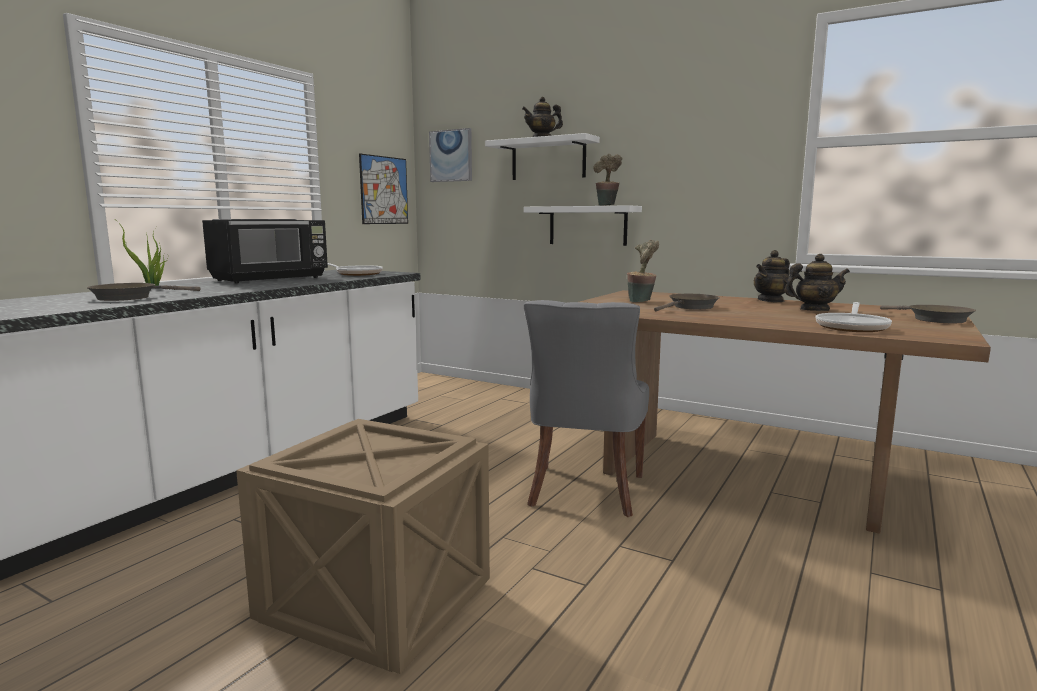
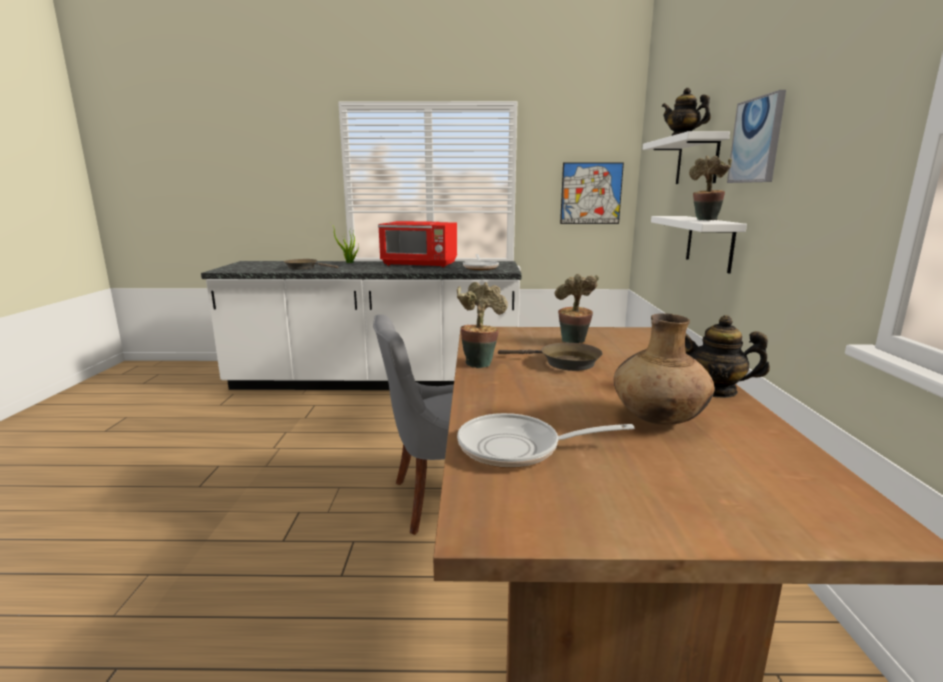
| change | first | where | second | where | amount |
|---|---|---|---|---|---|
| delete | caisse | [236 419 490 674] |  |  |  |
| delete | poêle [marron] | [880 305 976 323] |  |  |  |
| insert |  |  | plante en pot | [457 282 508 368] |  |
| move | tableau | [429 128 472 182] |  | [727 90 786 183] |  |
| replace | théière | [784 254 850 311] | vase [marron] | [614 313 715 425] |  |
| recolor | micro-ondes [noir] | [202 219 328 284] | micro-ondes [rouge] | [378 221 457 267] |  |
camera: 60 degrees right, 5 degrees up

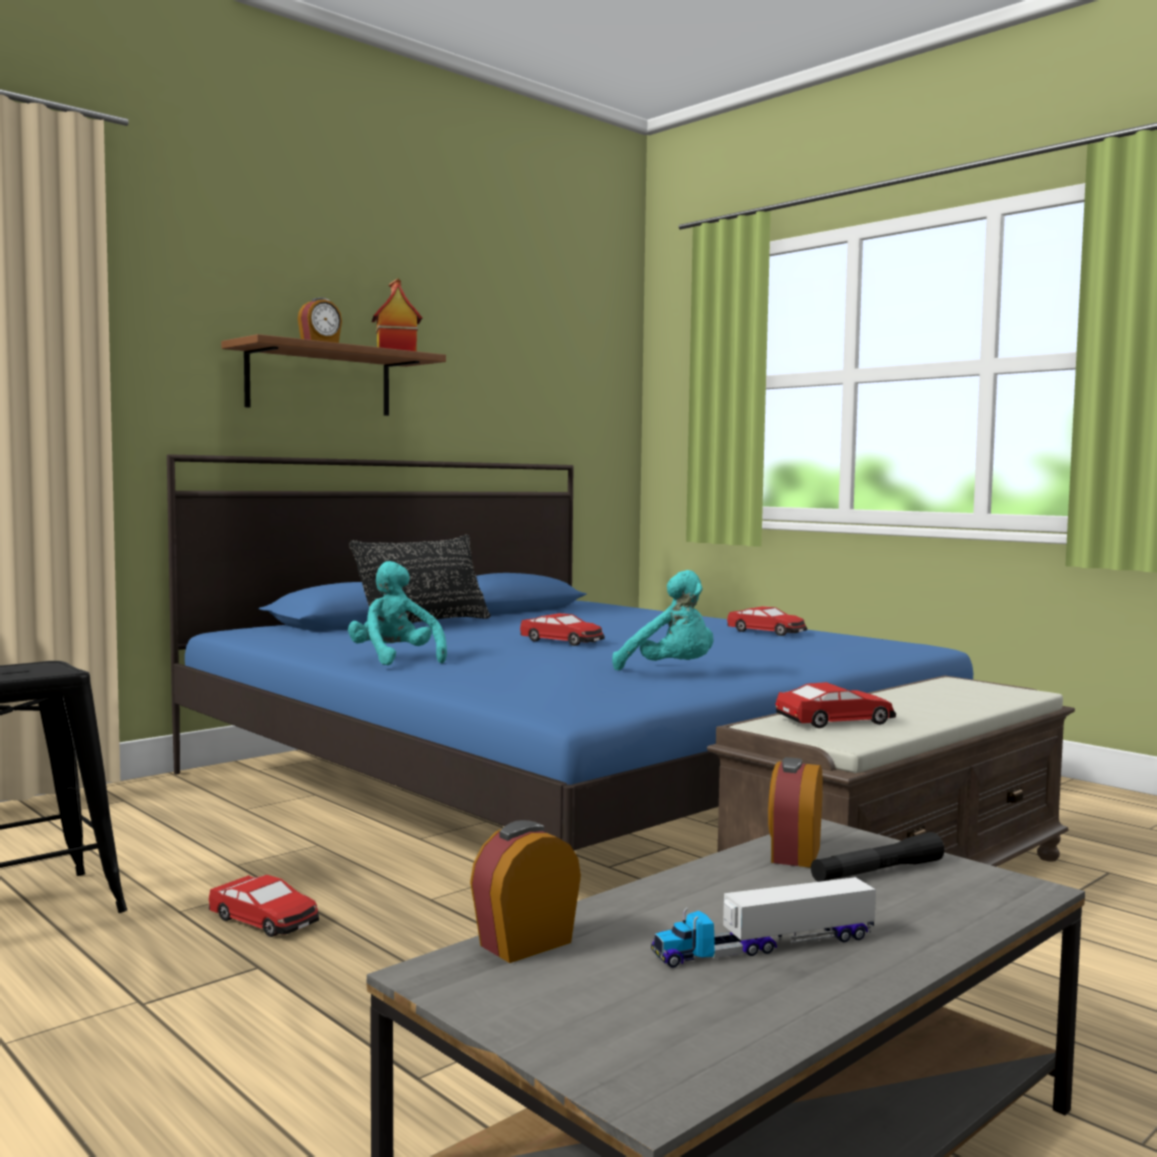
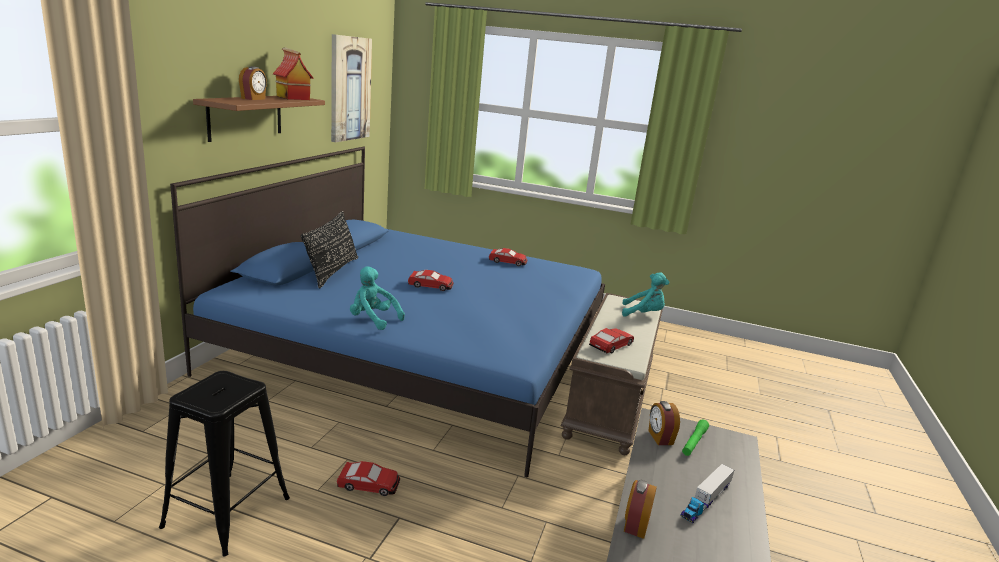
| change | first | where | second | where | amount |
|---|---|---|---|---|---|
| insert |  |  | tableau | [331 34 372 142] |  |
| move | peluche [turquoise] | [612 570 714 670] |  | [622 272 669 317] |  |
| recolor | lampe de poche [noir] | [811 832 944 882] | lampe de poche [vert] | [682 419 709 456] |  |
camera: 30 degrees left, 15 degrees up

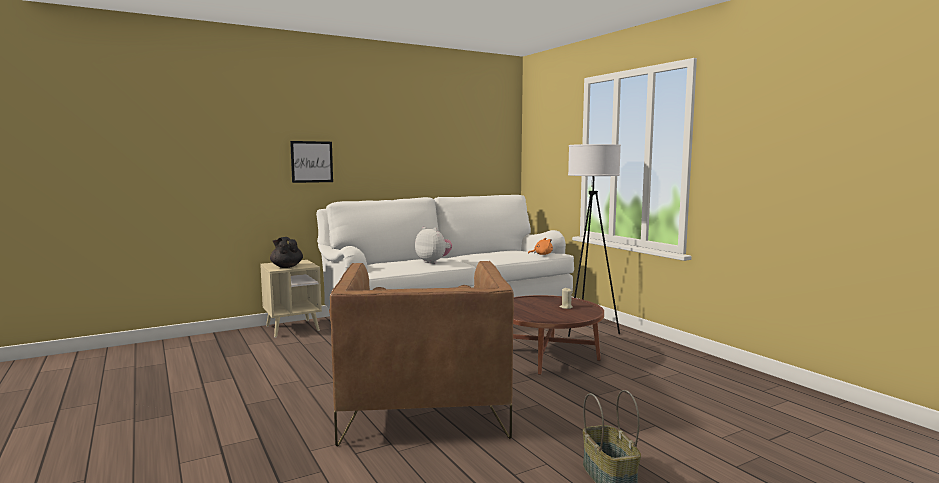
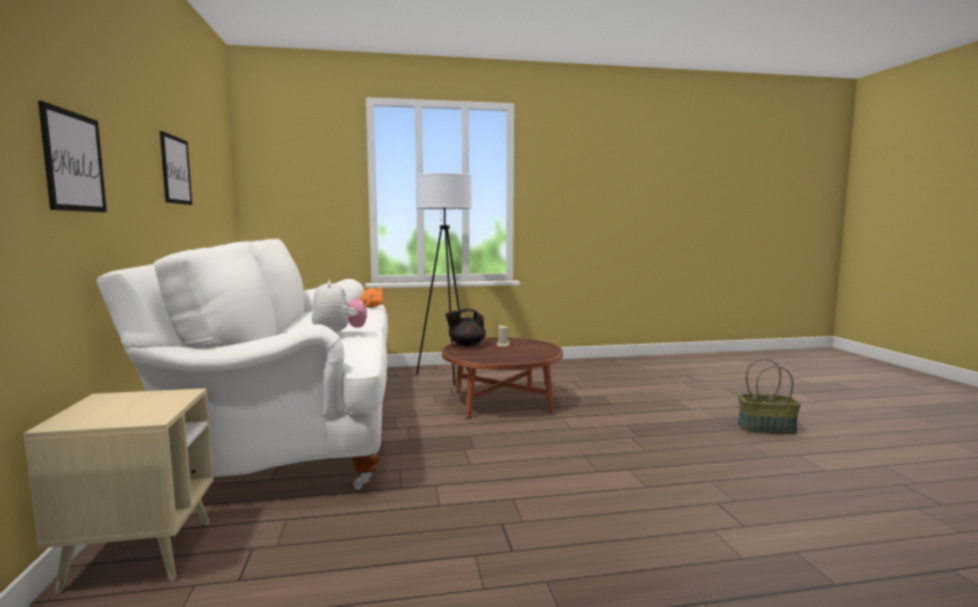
| change | first | where | second | where | amount |
|---|---|---|---|---|---|
| delete | fauteuil [marron] | [330 261 514 447] |  |  |  |
| insert |  |  | tableau | [160 131 192 205] |  |
| move | théière [noir] | [270 237 303 268] |  | [445 309 486 346] |  |
| rotate | peluche | [415 227 452 264] |  | [312 280 367 333] | 105 degrees clockwise |
camera: 70 degrees left, 0 degrees up

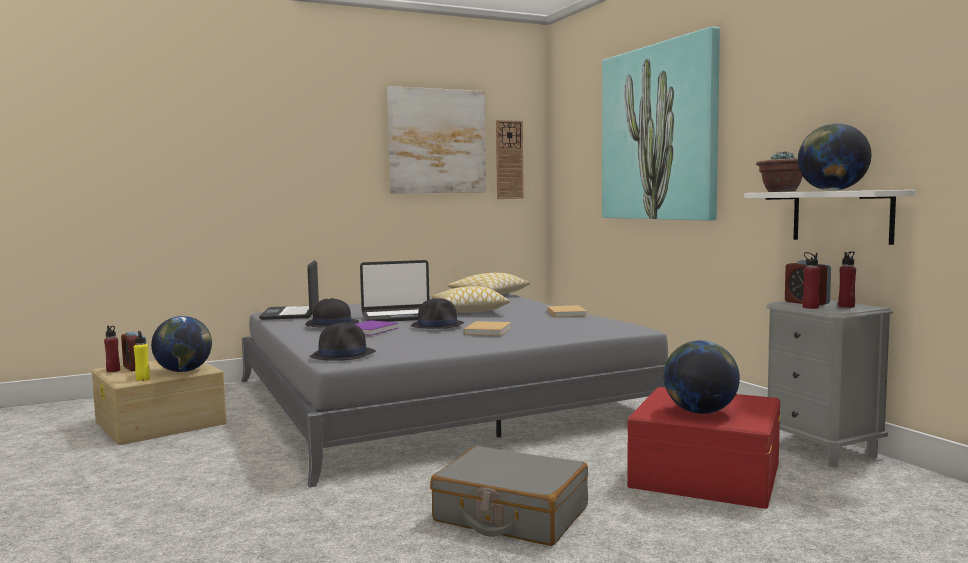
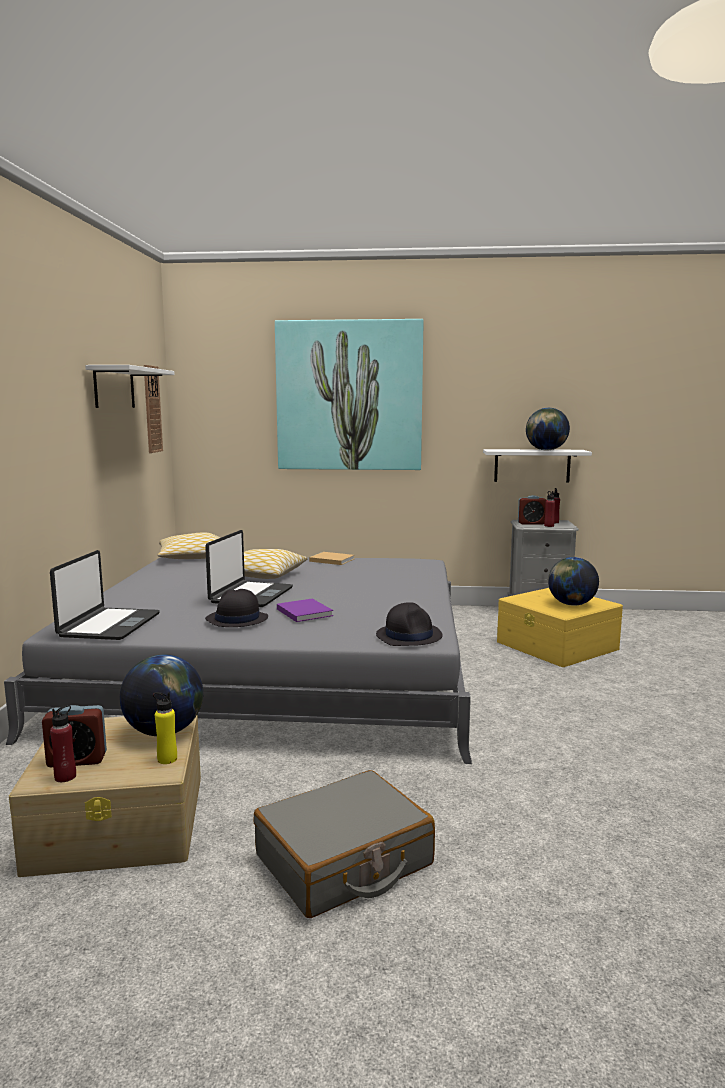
| change | first | where | second | where | amount |
|---|---|---|---|---|---|
| delete | chapeau [noir] | [410 298 465 329] |  |  |  |
| delete | livre [beige] | [464 321 511 336] |  |  |  |
| delete | plante en pot | [756 151 802 192] |  |  |  |
| move | valise [gris] | [430 446 588 546] |  | [254 770 435 918] |  |
| replace | tableau | [387 86 486 194] | étagère [blanc] | [85 365 175 408] |  |
| recolor | boîte de rangement [rouge] | [627 387 781 509] | boîte de rangement [jaune] | [497 588 623 667] |  |
| rotate | ordinateur portable | [259 260 319 320] |  | [50 550 160 640] | 105 degrees counterclockwise |
camera: 60 degrees left, 5 degrees up

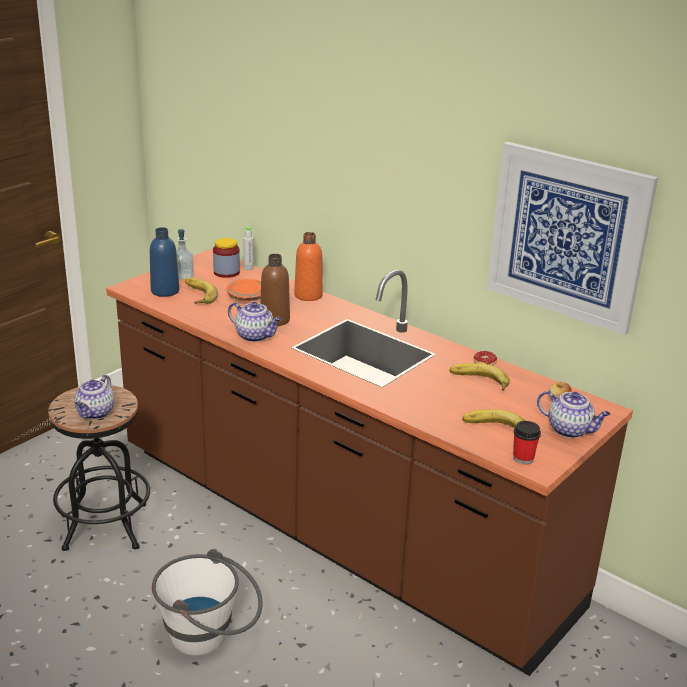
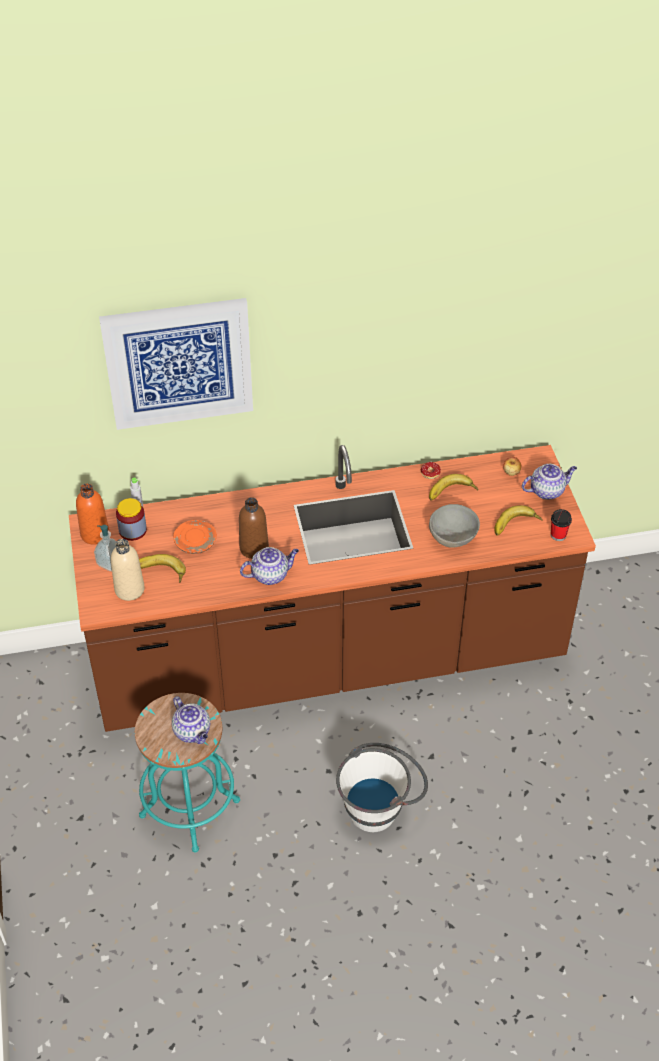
| change | first | where | second | where | amount |
|---|---|---|---|---|---|
| insert |  |  | bol [gris] | [429 504 480 548] |  |
| move | bouteille [orange] | [294 232 323 301] |  | [76 483 109 545] |  |
| move | tableau | [487 142 658 335] |  | [99 298 253 430] |  |
| recolor | tabouret [noir] | [48 385 150 551] | tabouret [turquoise] | [135 693 240 852] |  |
| recolor | bouteille [bleu] | [150 227 179 297] | bouteille [beige] | [111 539 145 601] |  |
camera: 50 degrees left, 20 degrees up

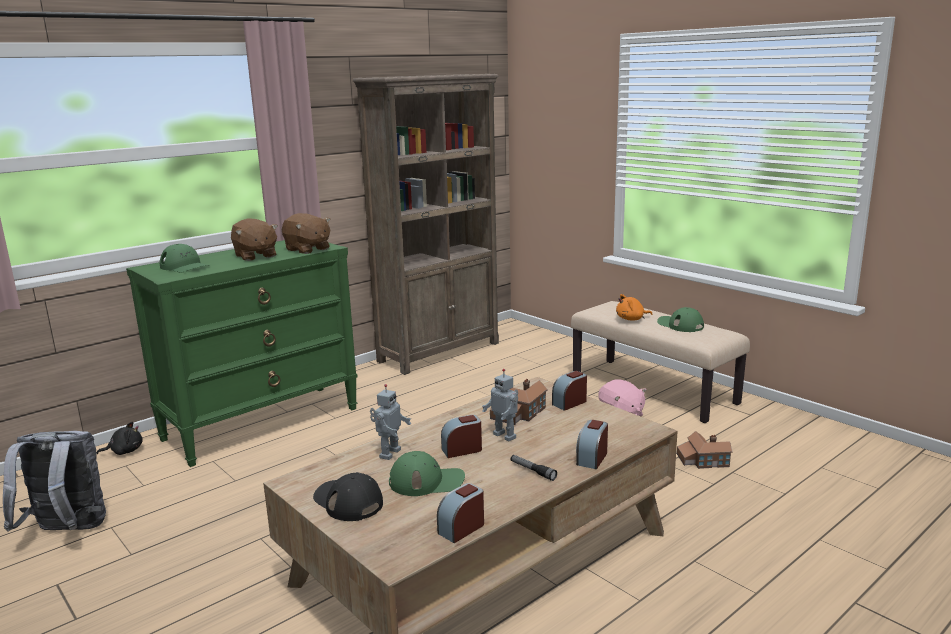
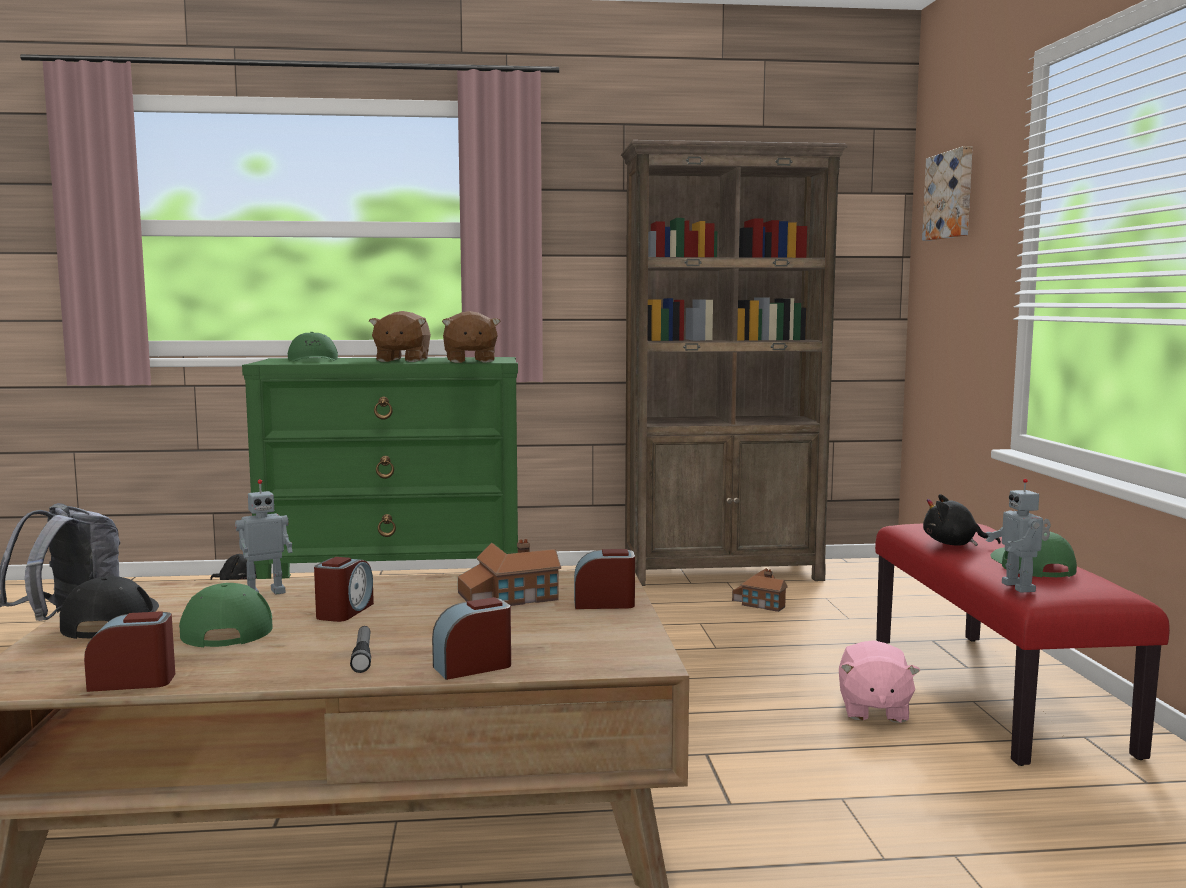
| change | first | where | second | where | amount |
|---|---|---|---|---|---|
| insert |  |  | tableau | [922 146 972 241] |  |
| move | robot jouet | [482 369 518 442] |  | [986 479 1051 593] |  |
| move | maison miniature | [677 431 732 469] |  | [732 568 788 612] |  |
| recolor | banc [beige] | [571 301 750 423] | banc [rouge] | [875 524 1170 766] |  |
| recolor | peluche [orange] | [616 294 653 321] | peluche [noir] | [923 494 1001 546] |  |
| rotate | casquette [vert] | [389 451 465 496] |  | [179 583 273 647] | 135 degrees counterclockwise |
| rotate | réveil | [441 415 482 458] |  | [314 557 374 622] | 90 degrees clockwise |
camera: 35 degrees right, 10 degrees down

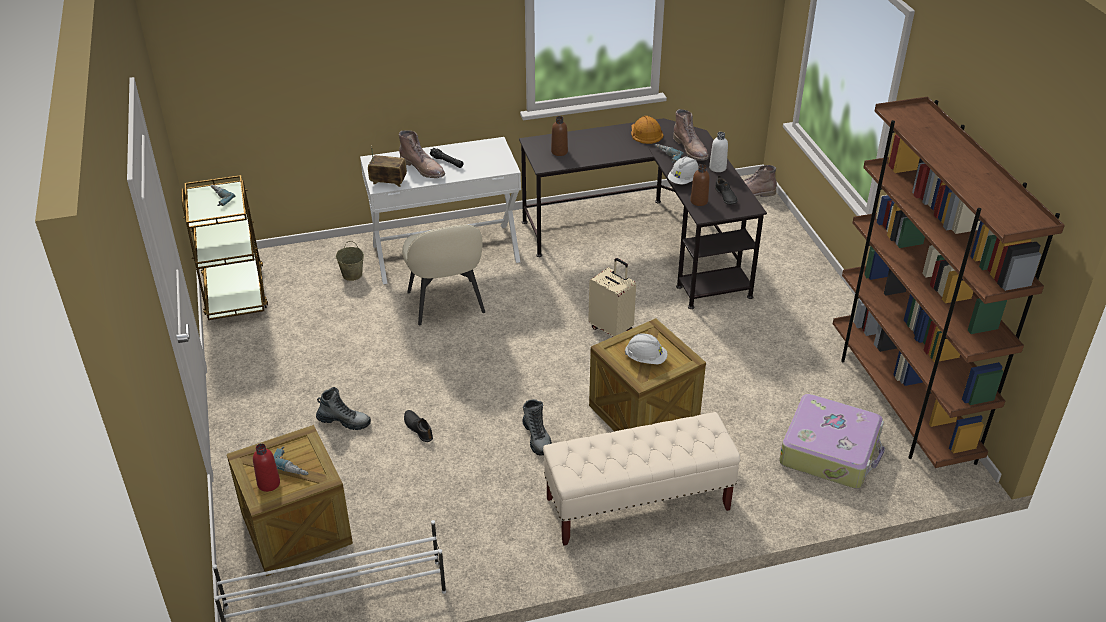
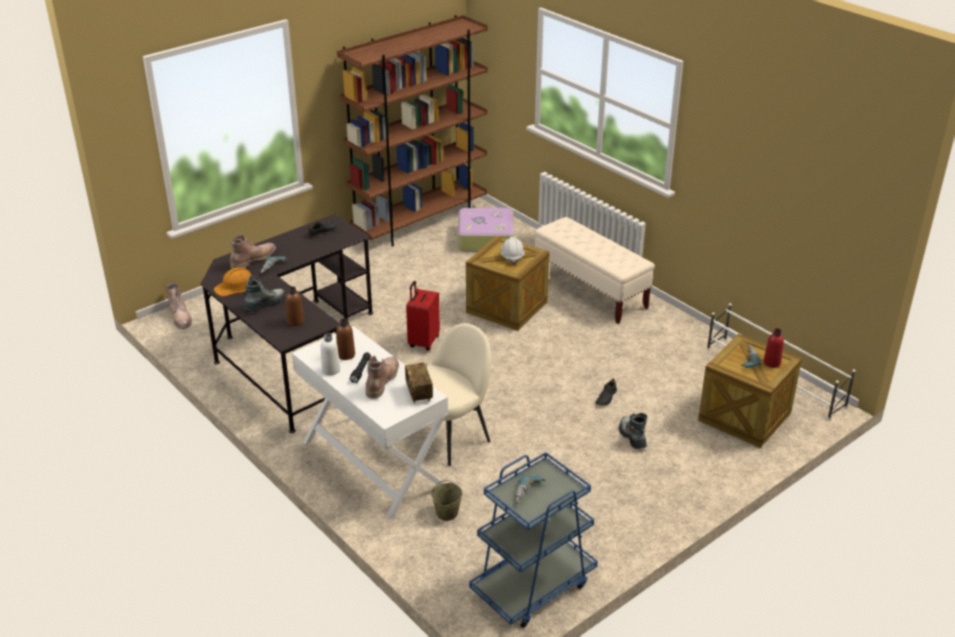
| change | first | where | second | where | amount |
|---|---|---|---|---|---|
| delete | casque de chantier [blanc] | [668 156 699 184] |  |  |  |
| move | botte | [522 399 552 455] |  | [242 276 285 312] |  |
| move | bouteille [marron] | [690 164 710 206] |  | [336 318 355 360] |  |
| move | bouteille [blanc] | [709 132 728 172] |  | [321 333 340 375] |  |
| recolor | chariot [marron] | [181 175 268 320] | chariot [bleu] | [469 452 598 628] |  |
| recolor | valise [beige] | [588 258 636 337] | valise [rouge] | [406 281 440 351] |  |
camera: 115 degrees left, 5 degrees down

